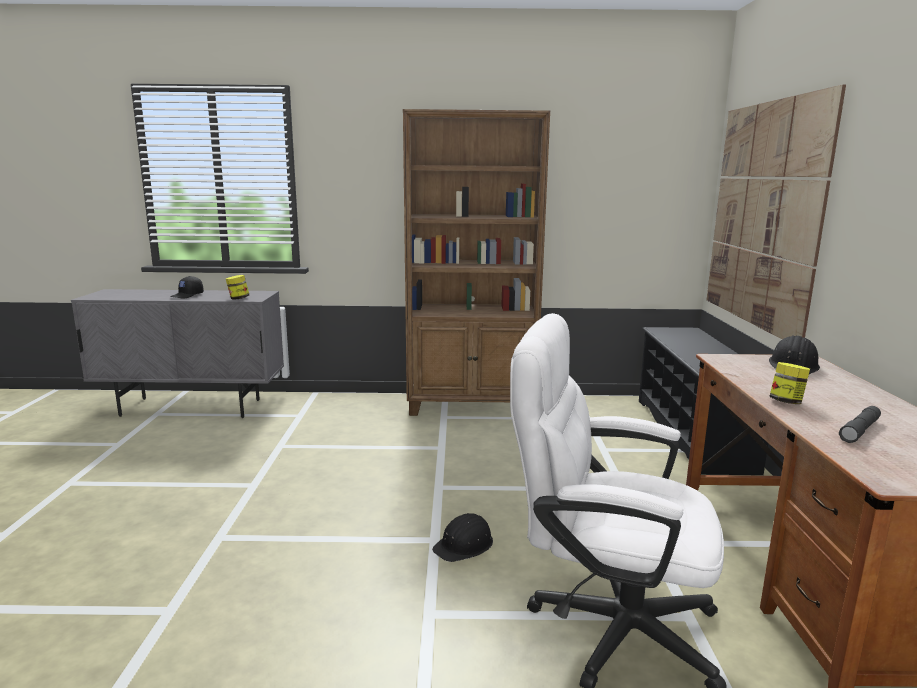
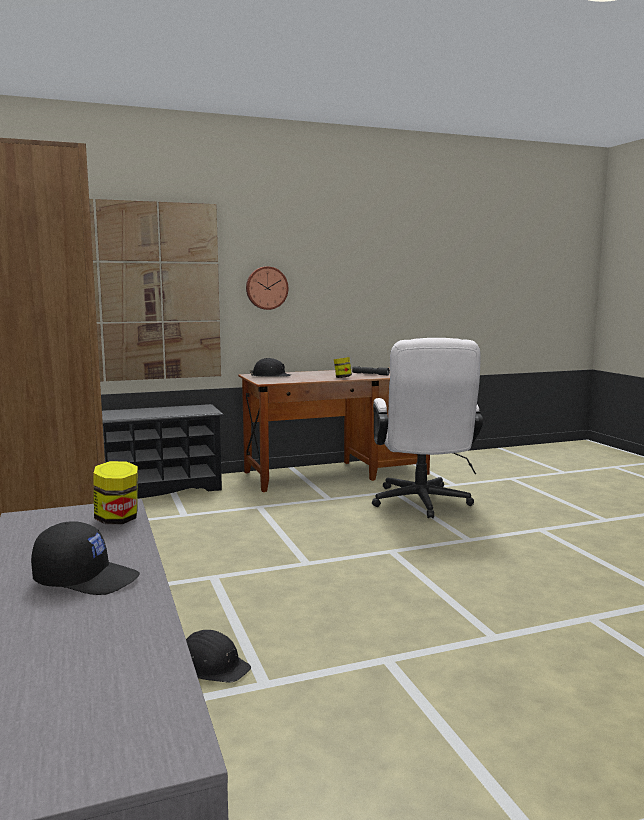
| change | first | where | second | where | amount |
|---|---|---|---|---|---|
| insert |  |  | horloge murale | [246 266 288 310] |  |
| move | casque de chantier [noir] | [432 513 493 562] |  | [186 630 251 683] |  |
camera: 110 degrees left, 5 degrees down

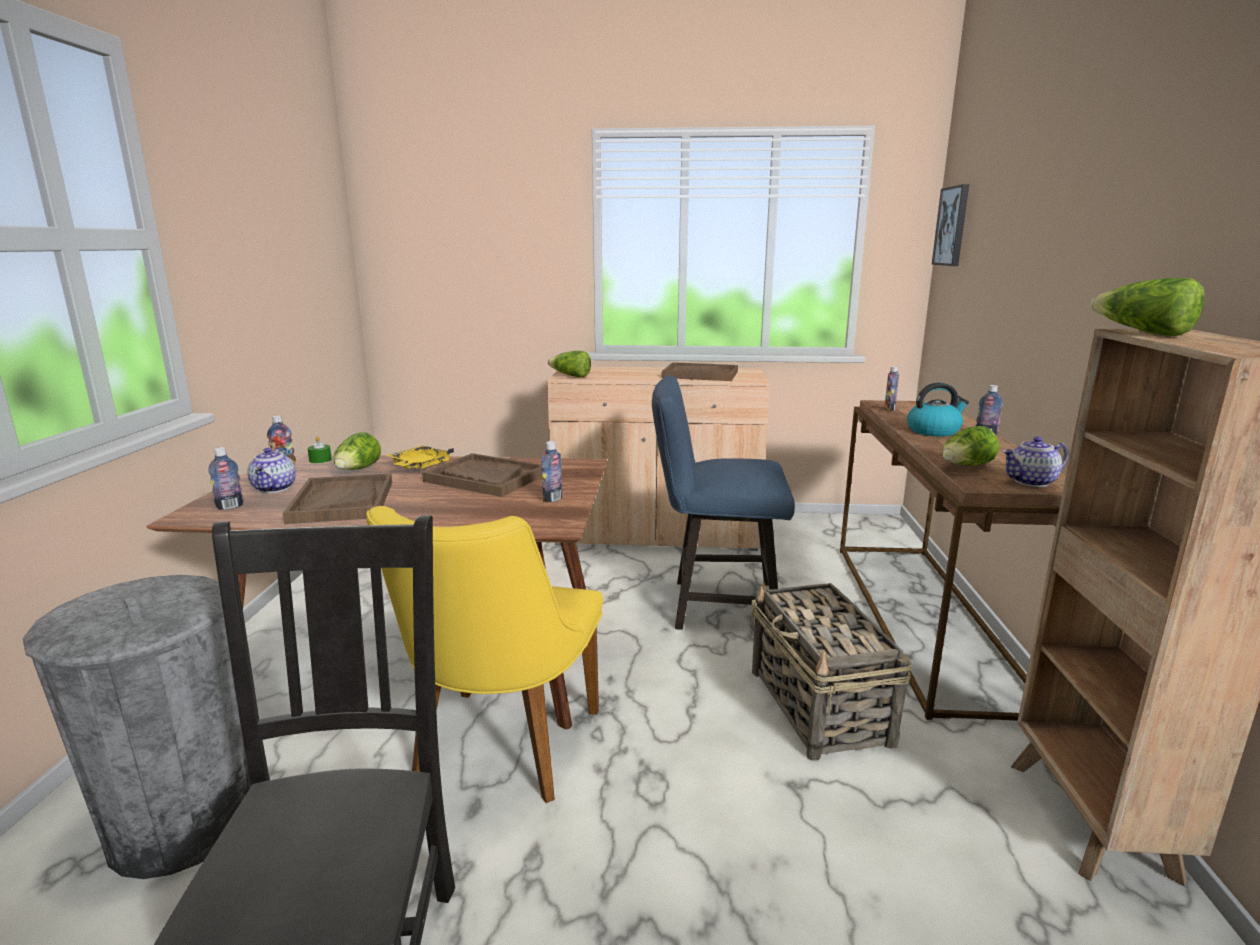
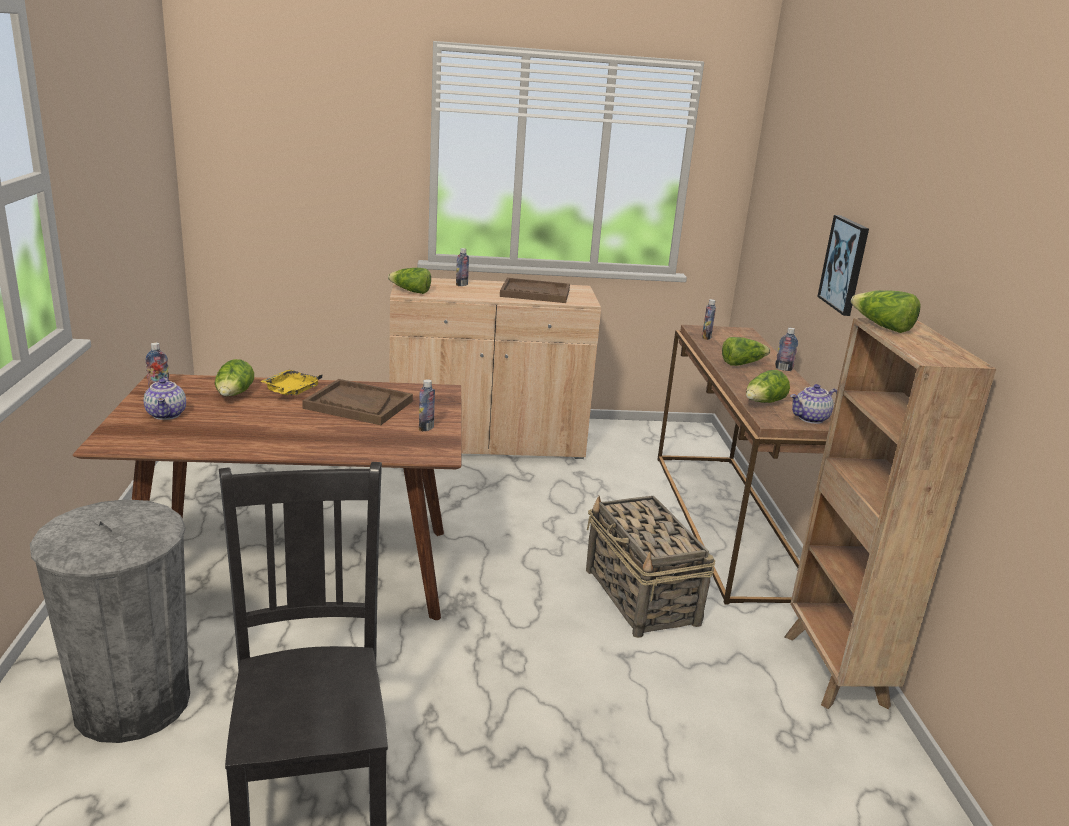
| change | first | where | second | where | amount |
|---|---|---|---|---|---|
| delete | plateau [marron] | [282 473 392 524] |  |  |  |
| delete | bougie [vert] | [308 436 332 463] |  |  |  |
| delete | chaise [jaune] | [366 506 603 803] |  |  |  |
| delete | chaise [bleu] | [652 375 795 630] |  |  |  |
| move | bouteille | [208 447 244 510] |  | [456 248 469 286] |  |
| move | tableau | [932 184 969 266] |  | [817 215 869 316] |  |
| replace | bouilloire | [907 382 969 436] | laitue | [722 337 770 366] |  |
camera: 10 degrees left, 5 degrees up

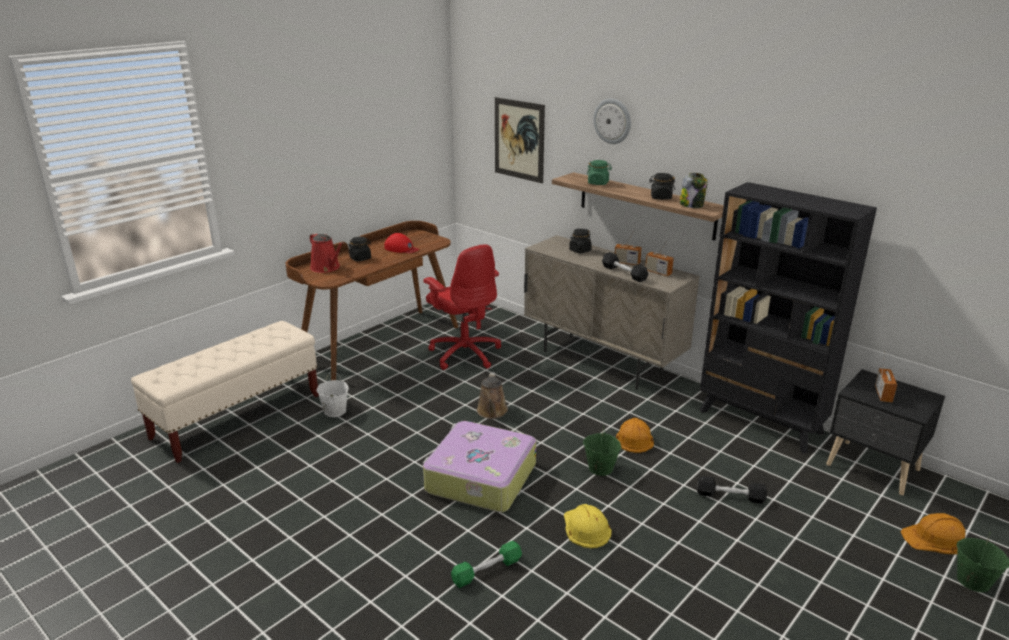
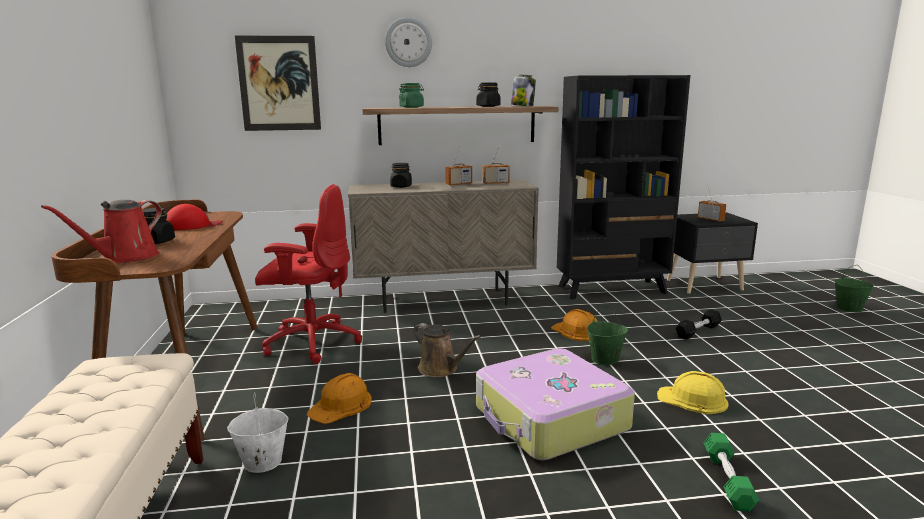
| change | first | where | second | where | amount |
|---|---|---|---|---|---|
| delete | haltère [noir] | [602 252 648 282] |  |  |  |
| move | casque de chantier [orange] | [900 513 965 554] |  | [307 373 372 424] |  |
| rotate | arrosoir [rouge] | [310 233 343 273] |  | [41 200 162 263] | 120 degrees clockwise |
camera: 50 degrees left, 10 degrees down

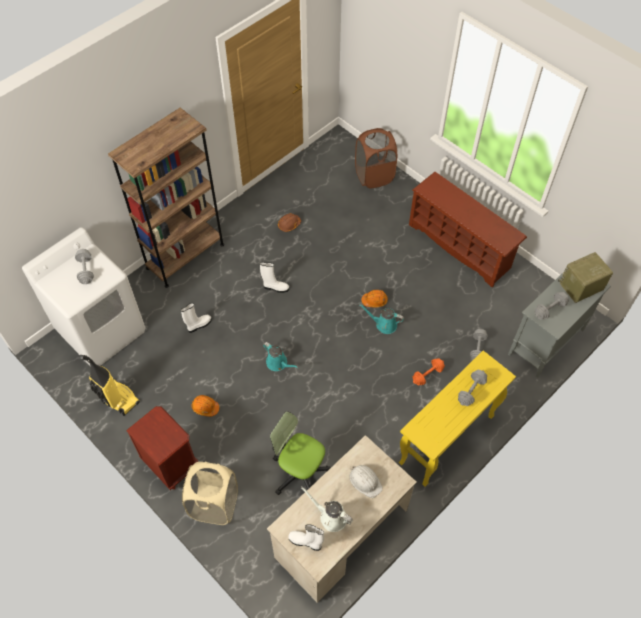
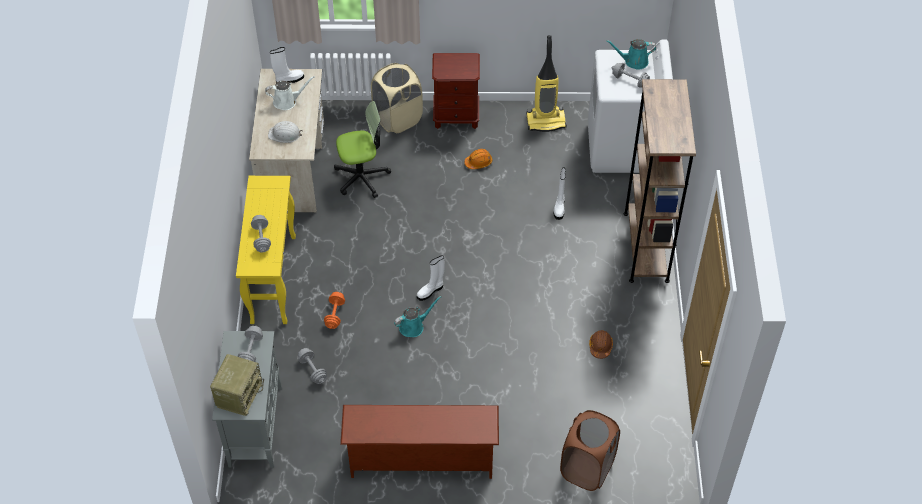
| change | first | where | second | where | amount |
|---|---|---|---|---|---|
| delete | casque de chantier [orange] | [361 290 388 308] |  |  |  |
| move | botte [blanc] | [260 262 289 293] |  | [417 255 445 301] |  |
| move | arrosoir [turquoise] | [263 342 298 371] |  | [606 39 656 70] |  |
camera: 135 degrees right, 5 degrees down

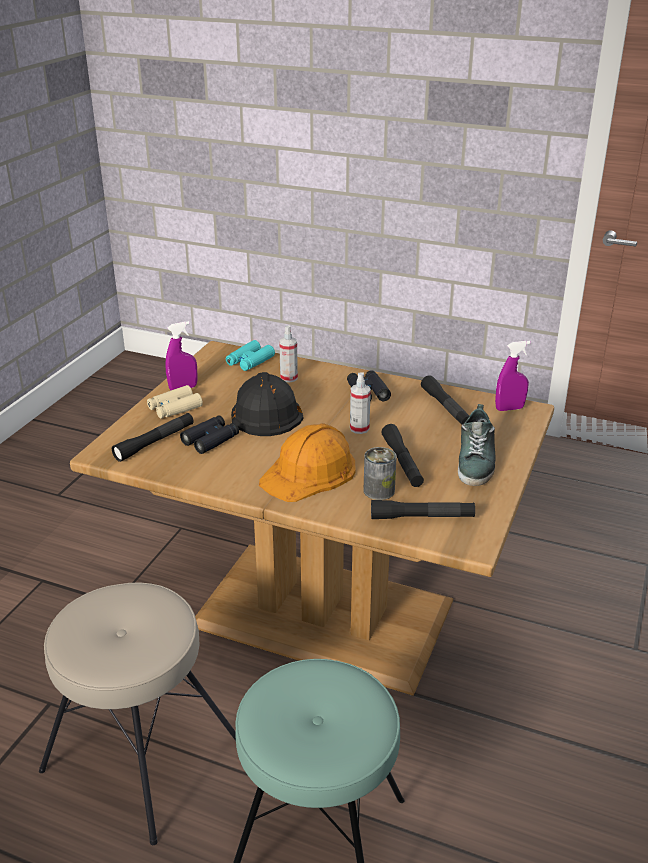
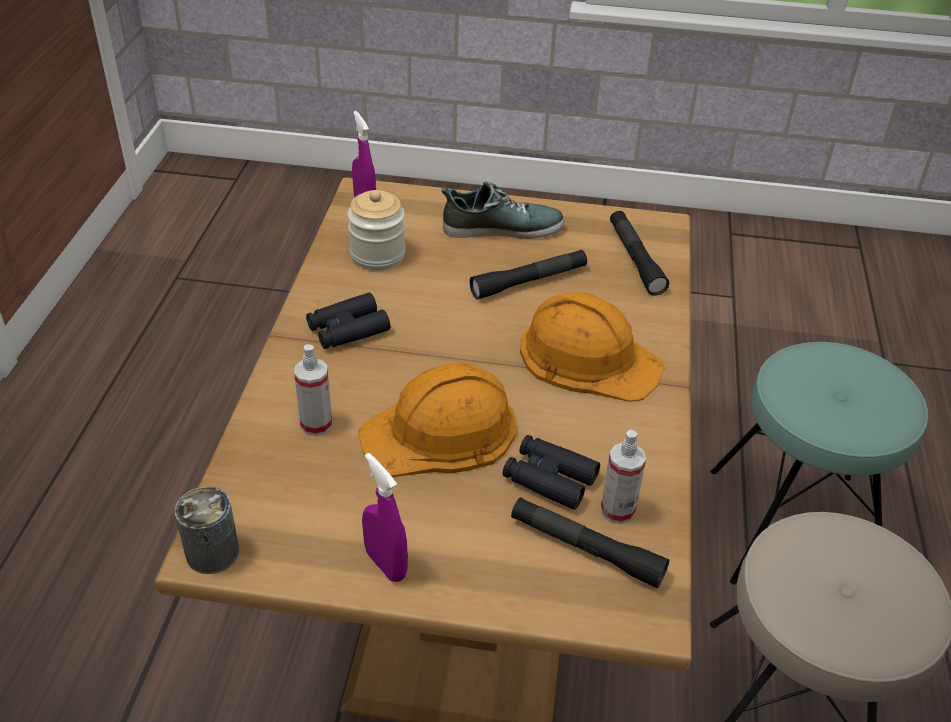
| change | first | where | second | where | amount |
|---|---|---|---|---|---|
| delete | jumelles [beige] | [147 385 203 419] |  |  |  |
| delete | jumelles [turquoise] | [226 340 275 371] |  |  |  |
| move | vaporisateur | [350 372 371 434] |  | [601 430 646 524] |  |
| move | boîte métallique | [363 447 397 500] |  | [175 487 239 574] |  |
| replace | lampe de poche [noir] | [421 375 469 425] | bocal | [347 190 405 270] |  |
| recolor | casque de chantier [noir] | [231 372 303 436] | casque de chantier [orange] | [358 362 517 477] |  |
camera: 105 degrees left, 10 degrees up

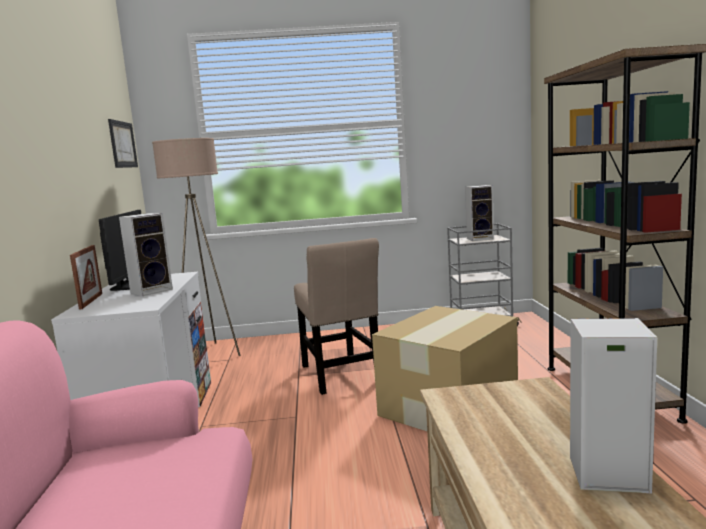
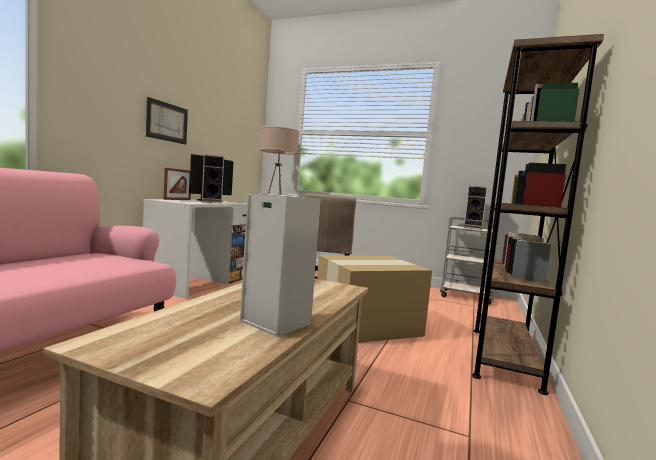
| change | first | where | second | where | amount |
|---|---|---|---|---|---|
| move | tableau | [108 119 138 168] |  | [146 97 188 144] |  |
camera: 25 degrees right, 5 degrees down

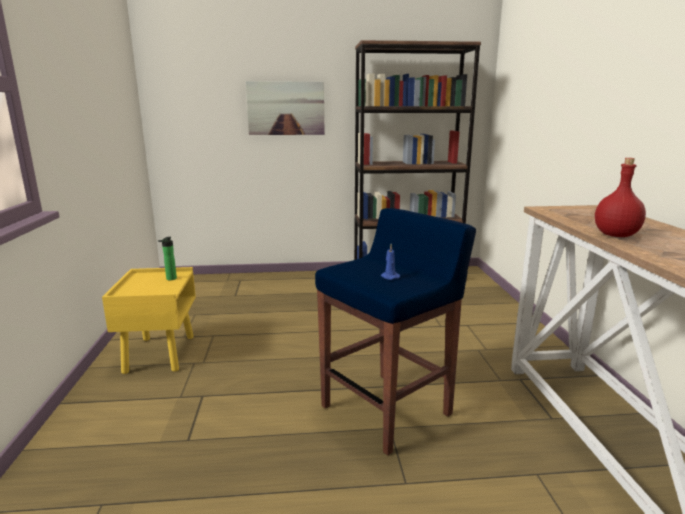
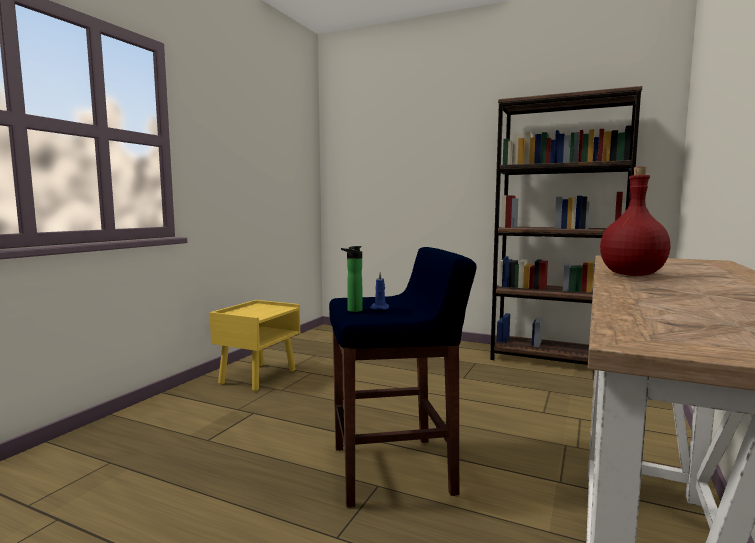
| change | first | where | second | where | amount |
|---|---|---|---|---|---|
| delete | tableau | [246 81 324 135] |  |  |  |
| move | bouteille | [158 237 177 280] |  | [341 246 363 312] |  |
camera: 30 degrees right, 10 degrees down

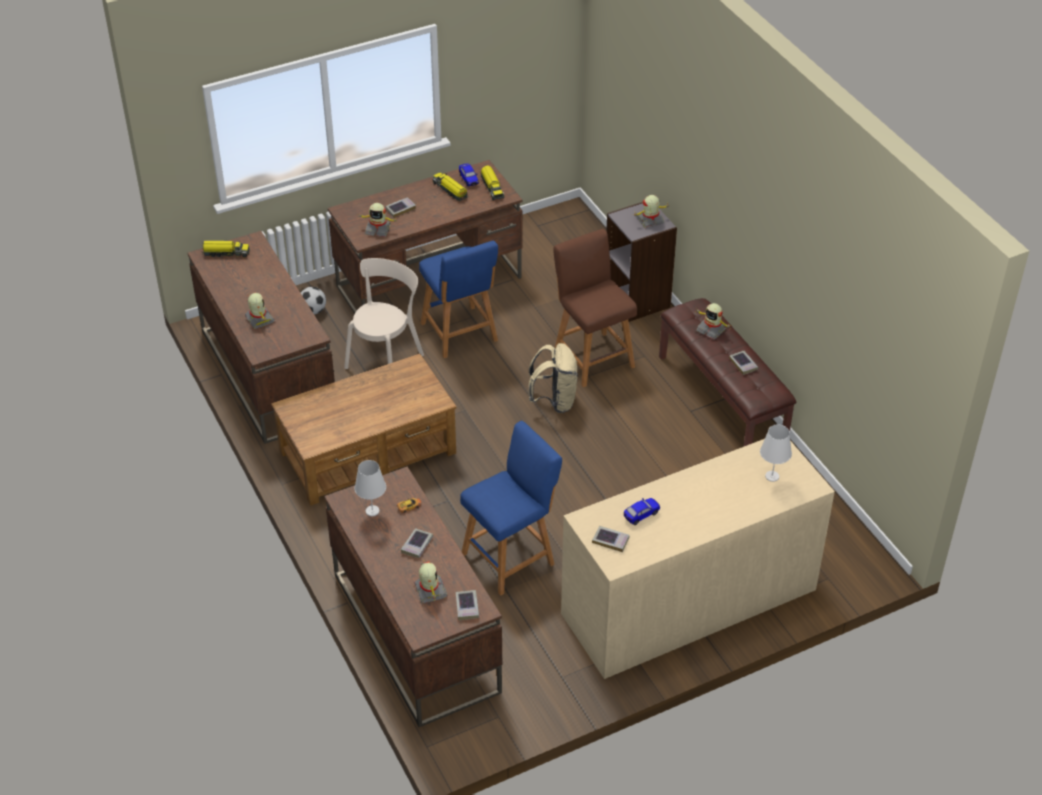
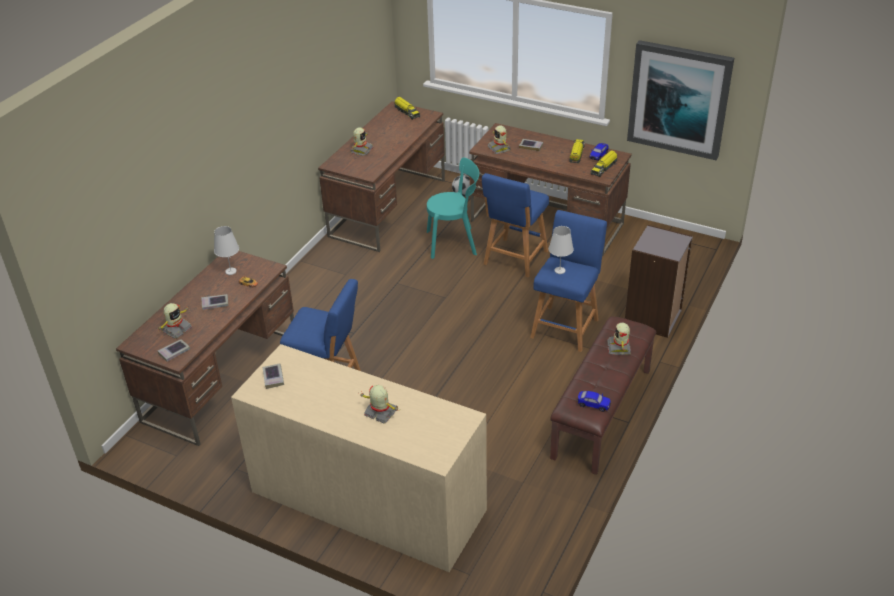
| change | first | where | second | where | amount |
|---|---|---|---|---|---|
| delete | table basse [marron] | [271 354 457 506] |  |  |  |
| delete | sac à dos [beige] | [529 343 578 413] |  |  |  |
| delete | livre | [729 351 758 375] |  |  |  |
| insert |  |  | tableau | [627 40 734 160] |  |
| move | petite voiture | [624 498 660 525] |  | [578 391 611 412] |  |
| move | robot jouet | [633 195 669 229] |  | [360 385 398 424] |  |
| move | lampe de table [blanc] | [760 424 792 482] |  | [549 226 574 274] |  |
| recolor | chaise [beige] | [344 258 424 369] | chaise [turquoise] | [427 157 479 259] |  |
| recolor | tabouret [marron] | [553 229 637 387] | tabouret [bleu] | [530 210 607 352] |  |
camera: 55 degrees right, 5 degrees down

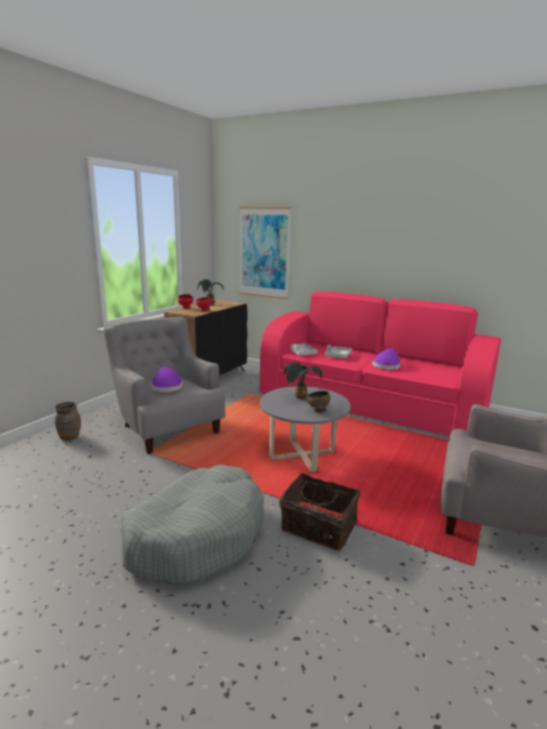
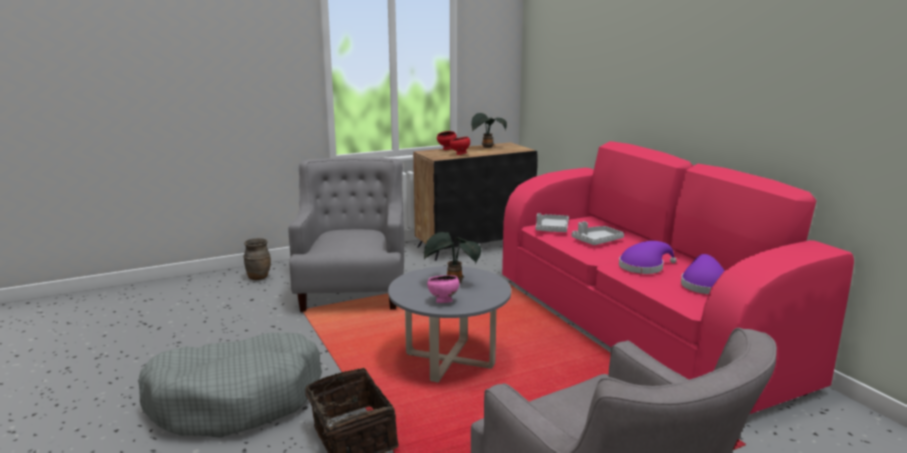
| change | first | where | second | where | amount |
|---|---|---|---|---|---|
| delete | tableau | [239 207 291 299] |  |  |  |
| move | chapeau [violet] | [151 367 183 392] |  | [681 254 725 294] |  |
| recolor | bol [marron] | [307 391 330 413] | bol [rose] | [427 275 459 303] |  |
camera: 35 degrees right, 0 degrees up

